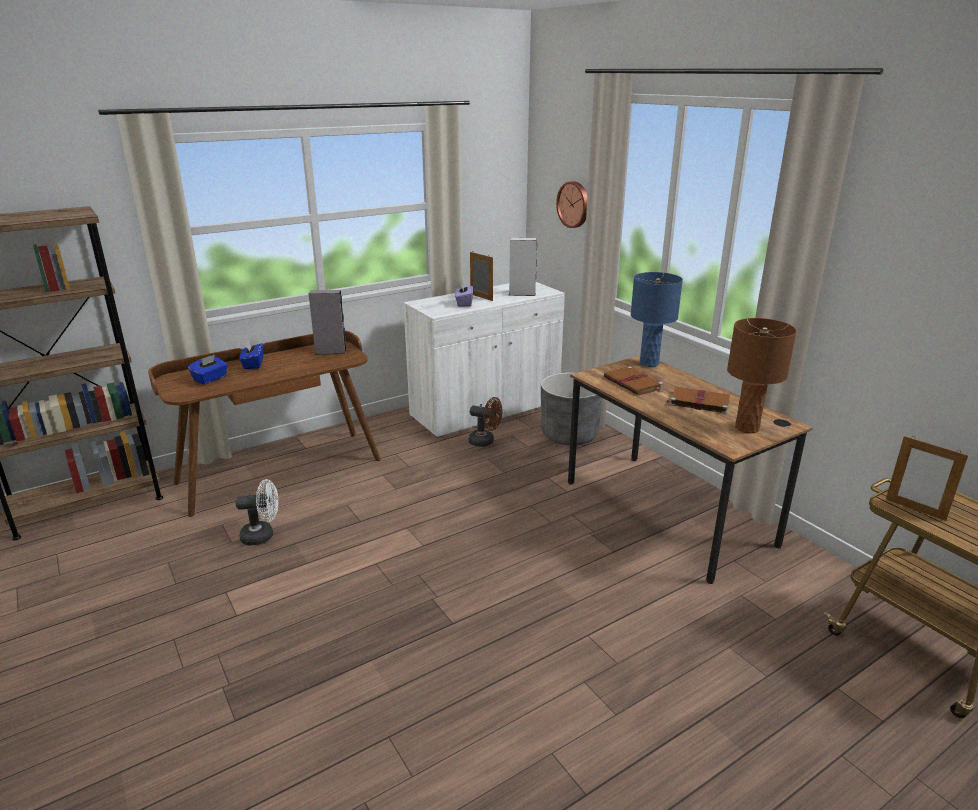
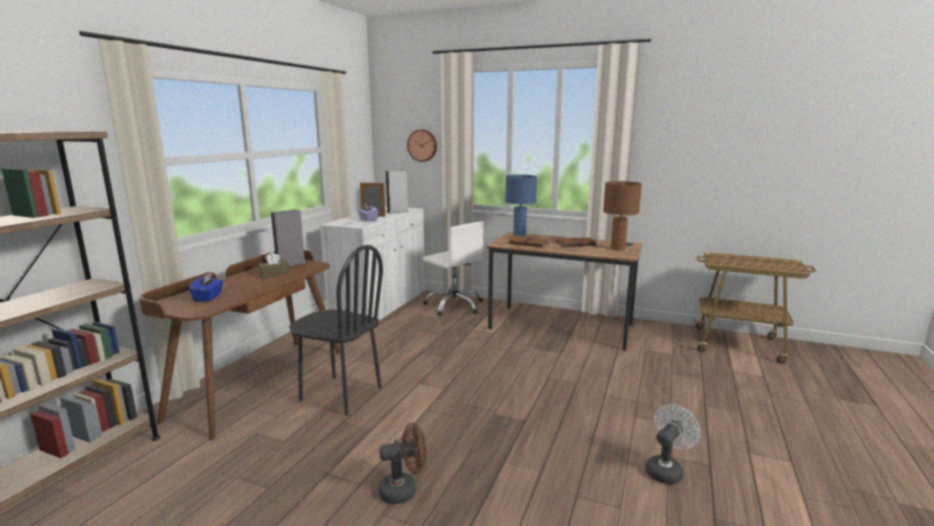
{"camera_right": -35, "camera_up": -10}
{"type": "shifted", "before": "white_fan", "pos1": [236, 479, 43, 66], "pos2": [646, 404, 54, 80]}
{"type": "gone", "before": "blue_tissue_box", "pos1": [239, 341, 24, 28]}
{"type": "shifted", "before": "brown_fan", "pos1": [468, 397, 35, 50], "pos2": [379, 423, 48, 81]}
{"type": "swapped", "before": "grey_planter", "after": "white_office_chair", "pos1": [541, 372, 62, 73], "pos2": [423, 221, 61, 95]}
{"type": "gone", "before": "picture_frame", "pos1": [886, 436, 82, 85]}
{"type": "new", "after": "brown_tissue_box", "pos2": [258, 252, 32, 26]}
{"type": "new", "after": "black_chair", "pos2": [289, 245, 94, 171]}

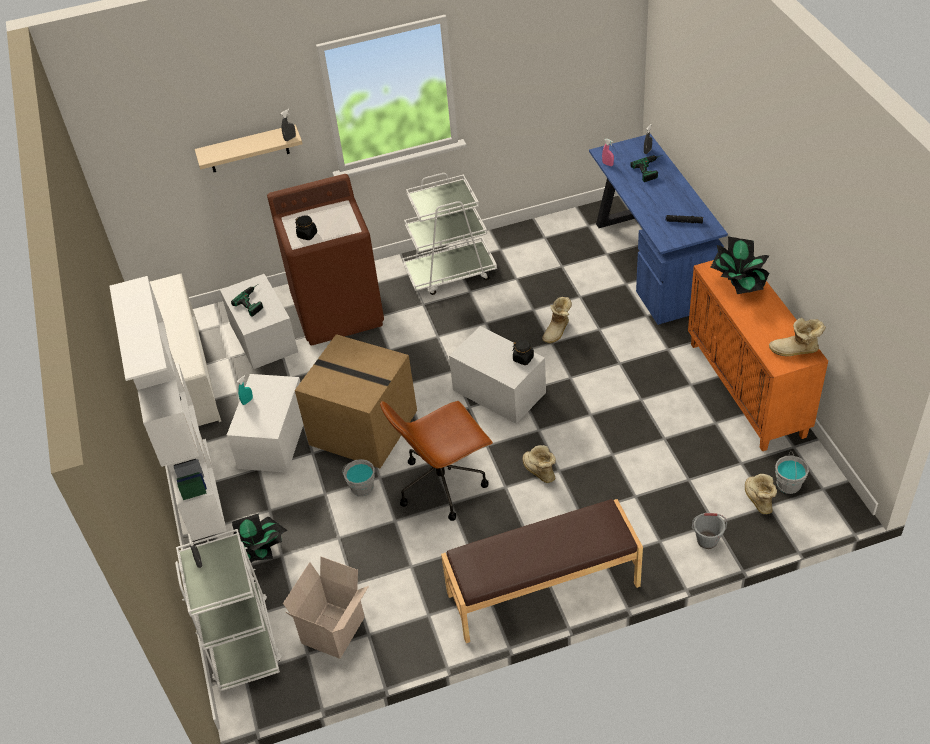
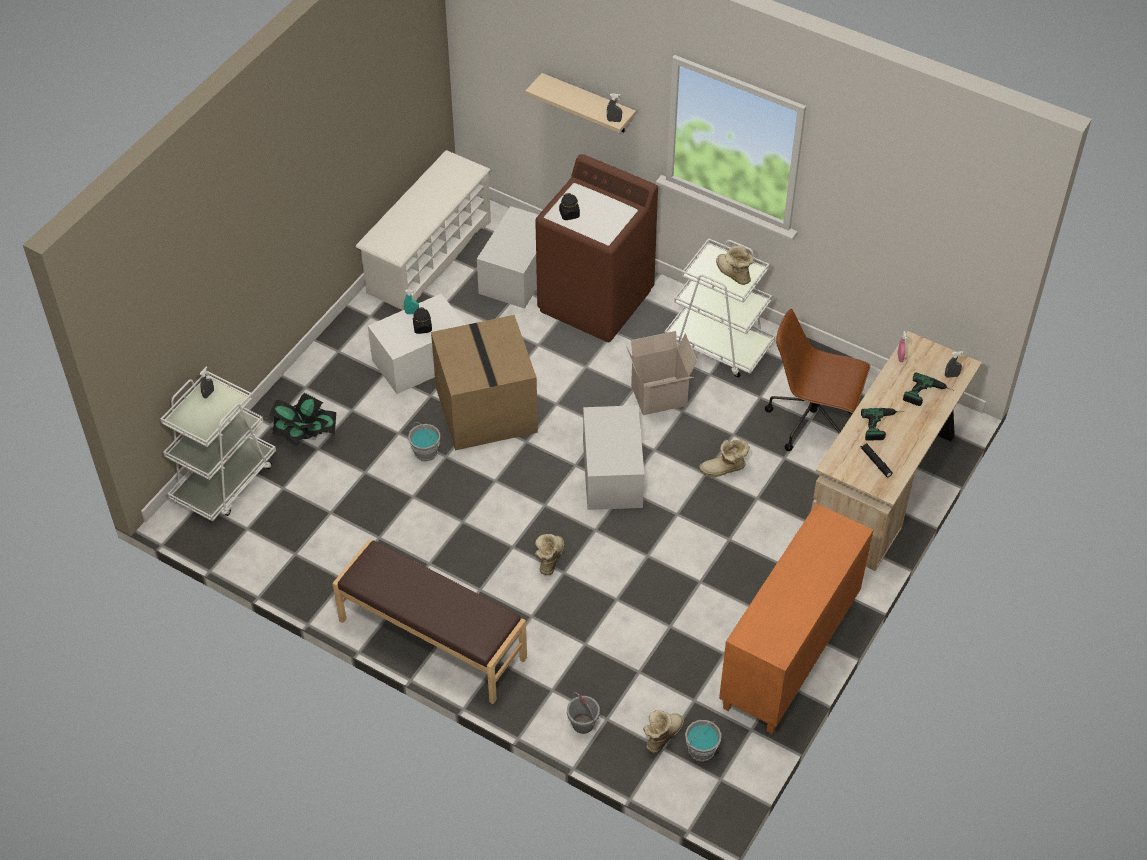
{"camera_right": 45, "camera_up": 5}
{"type": "gone", "before": "white_bookcase", "pos1": [109, 276, 118, 265]}
{"type": "shifted", "before": "power_drill", "pos1": [231, 284, 32, 33], "pos2": [861, 408, 44, 33]}
{"type": "shifted", "before": "cardboard_box", "pos1": [283, 557, 86, 102], "pos2": [626, 331, 71, 84]}
{"type": "shifted", "before": "brown_office_chair", "pos1": [380, 401, 113, 120], "pos2": [765, 309, 105, 142]}
{"type": "shifted", "before": "black_jar", "pos1": [513, 340, 21, 25], "pos2": [413, 307, 19, 27]}
{"type": "repainted", "before": "blue_desk", "after": "beige_desk", "pos1": [589, 134, 139, 191], "pos2": [811, 331, 171, 240]}
{"type": "gone", "before": "potted_plant", "pos1": [710, 237, 59, 57]}
{"type": "shifted", "before": "boot", "pos1": [769, 318, 57, 38], "pos2": [716, 246, 38, 39]}

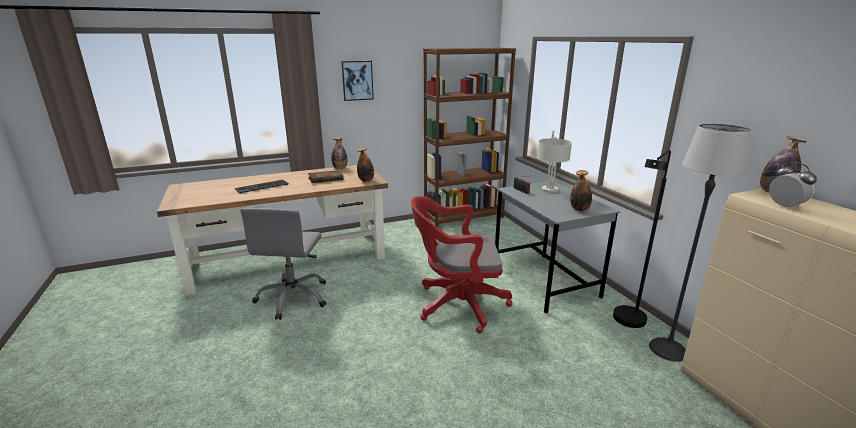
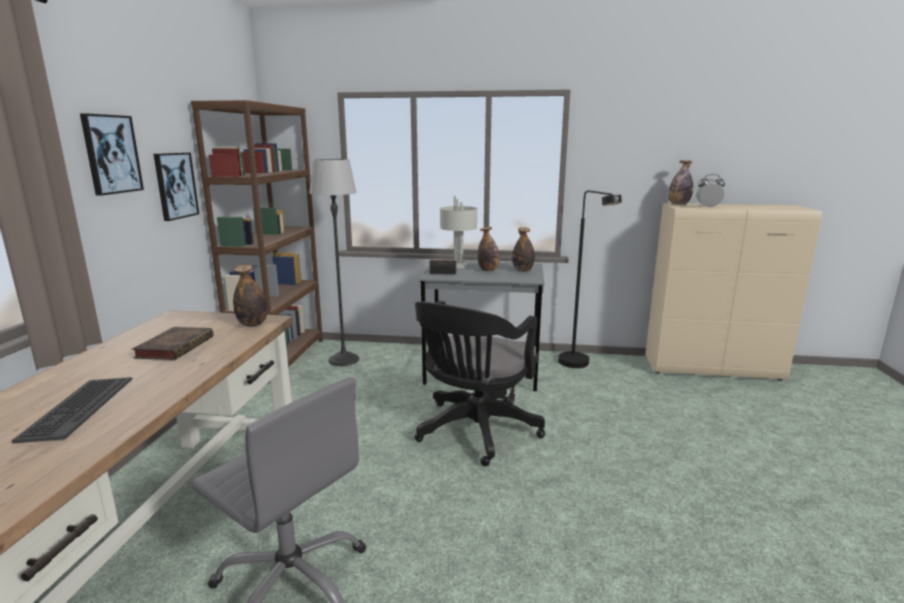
{"camera_right": -60, "camera_up": -5}
{"type": "shifted", "before": "bottle", "pos1": [331, 138, 16, 31], "pos2": [478, 227, 22, 44]}
{"type": "repainted", "before": "red_office_chair", "after": "black_office_chair", "pos1": [411, 196, 102, 137], "pos2": [415, 301, 130, 166]}
{"type": "shifted", "before": "floor_lamp", "pos1": [649, 124, 104, 238], "pos2": [309, 159, 50, 207]}
{"type": "new", "after": "picture", "pos2": [153, 152, 46, 69]}

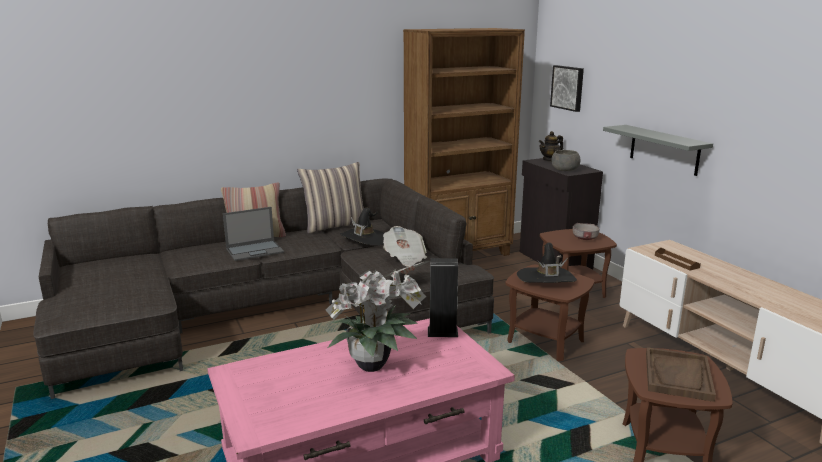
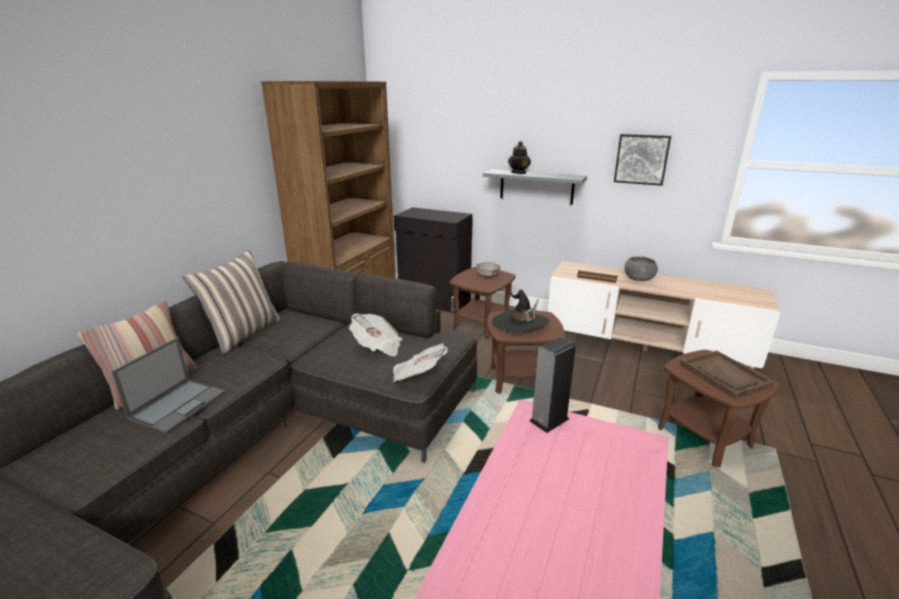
{"camera_right": -40, "camera_up": 5}
{"type": "gone", "before": "potted_plant", "pos1": [326, 269, 100, 103]}
{"type": "gone", "before": "black_hat", "pos1": [340, 207, 44, 39]}
{"type": "shifted", "before": "teapot", "pos1": [539, 131, 24, 31], "pos2": [508, 141, 23, 33]}
{"type": "shifted", "before": "picture", "pos1": [550, 65, 34, 47], "pos2": [614, 134, 57, 52]}
{"type": "shifted", "before": "grey_bowl", "pos1": [551, 150, 30, 21], "pos2": [625, 256, 33, 25]}

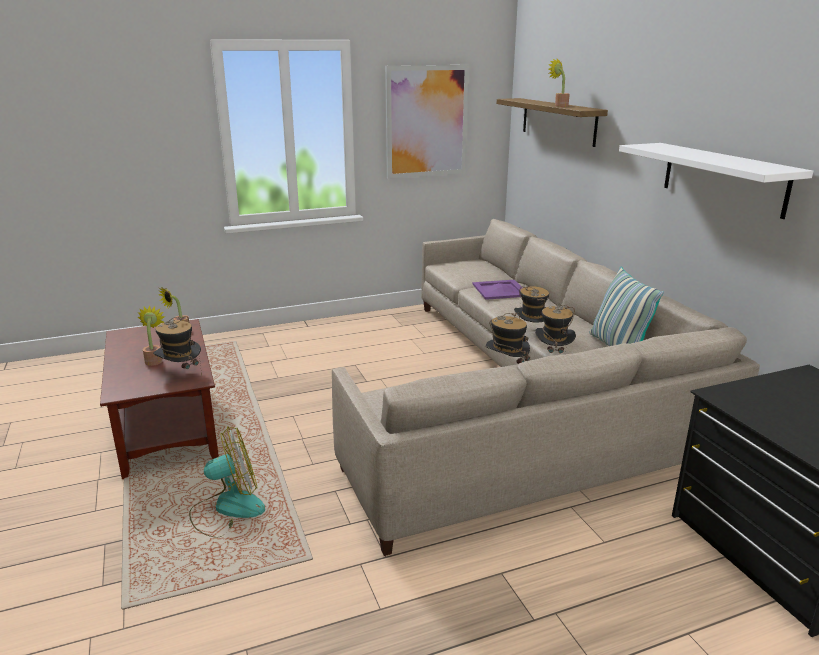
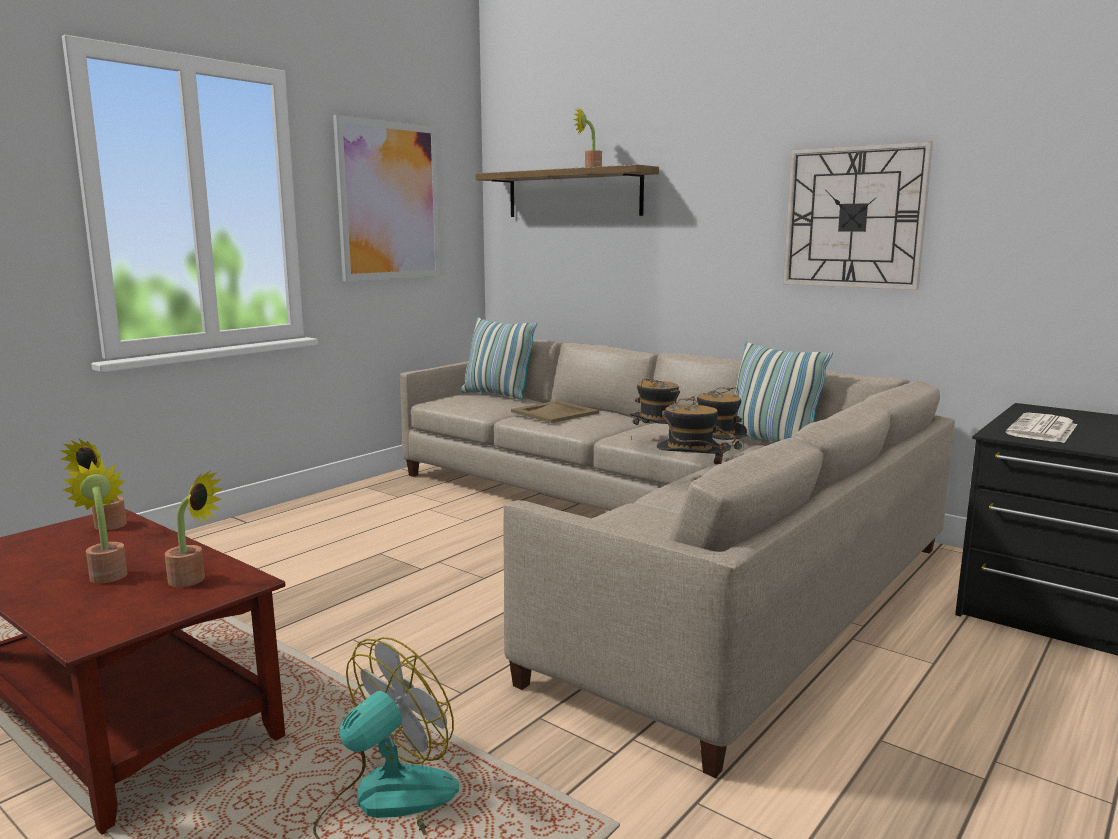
{"camera_right": -30, "camera_up": -10}
{"type": "swapped", "before": "hat", "after": "potted_plant", "pos1": [153, 316, 49, 60], "pos2": [165, 471, 58, 116]}
{"type": "repainted", "before": "purple_tray", "after": "beige_tray", "pos1": [473, 280, 50, 20], "pos2": [511, 401, 88, 22]}
{"type": "swapped", "before": "white_shelf", "after": "wall_clock", "pos1": [619, 143, 194, 76], "pos2": [783, 141, 150, 149]}
{"type": "new", "after": "pillow", "pos2": [461, 317, 76, 83]}
{"type": "new", "after": "newspaper", "pos2": [1006, 413, 71, 30]}

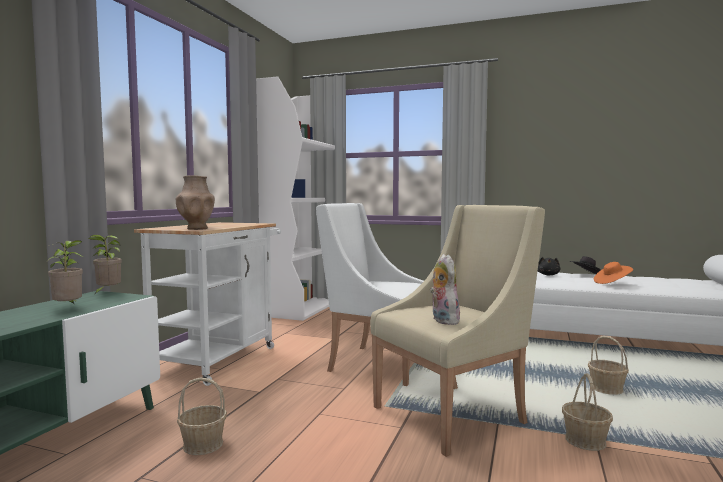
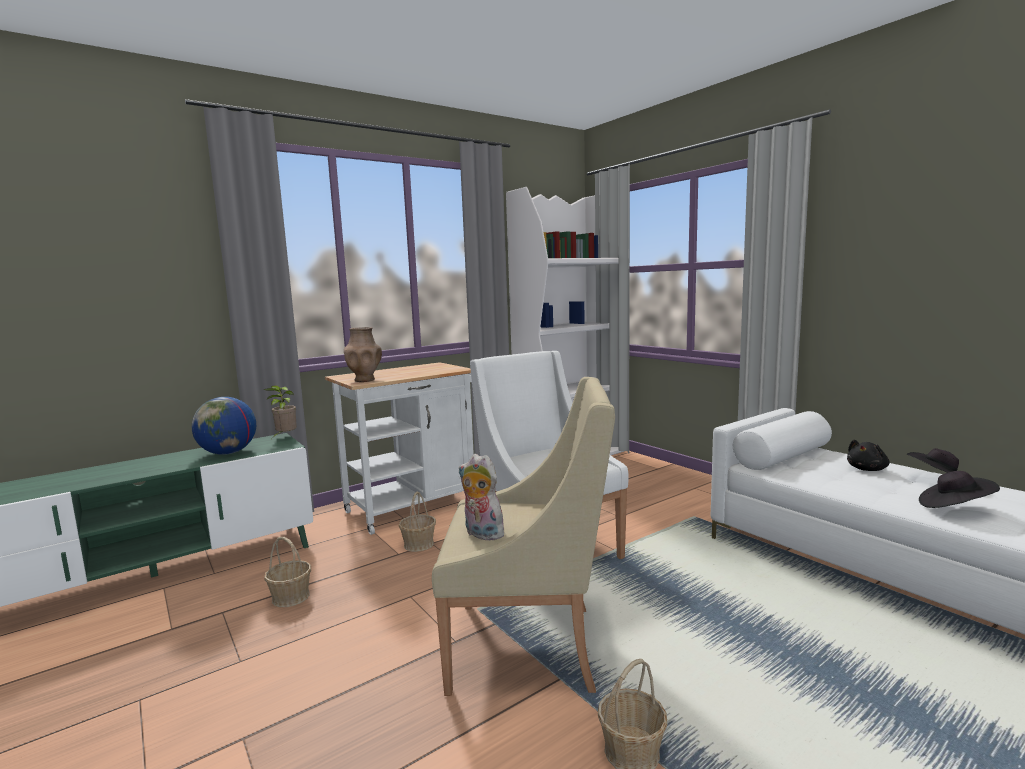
{"camera_right": 35, "camera_up": 5}
{"type": "swapped", "before": "potted_plant", "after": "globe", "pos1": [46, 240, 37, 64], "pos2": [192, 397, 64, 58]}
{"type": "rotated", "before": "plush_toy", "pos1": [430, 254, 30, 71], "pos2": [459, 454, 47, 86], "turn": -75}
{"type": "shifted", "before": "basket", "pos1": [588, 336, 41, 59], "pos2": [399, 492, 37, 60]}
{"type": "repainted", "before": "orange_hat", "after": "black_hat", "pos1": [594, 262, 39, 22], "pos2": [919, 471, 81, 37]}

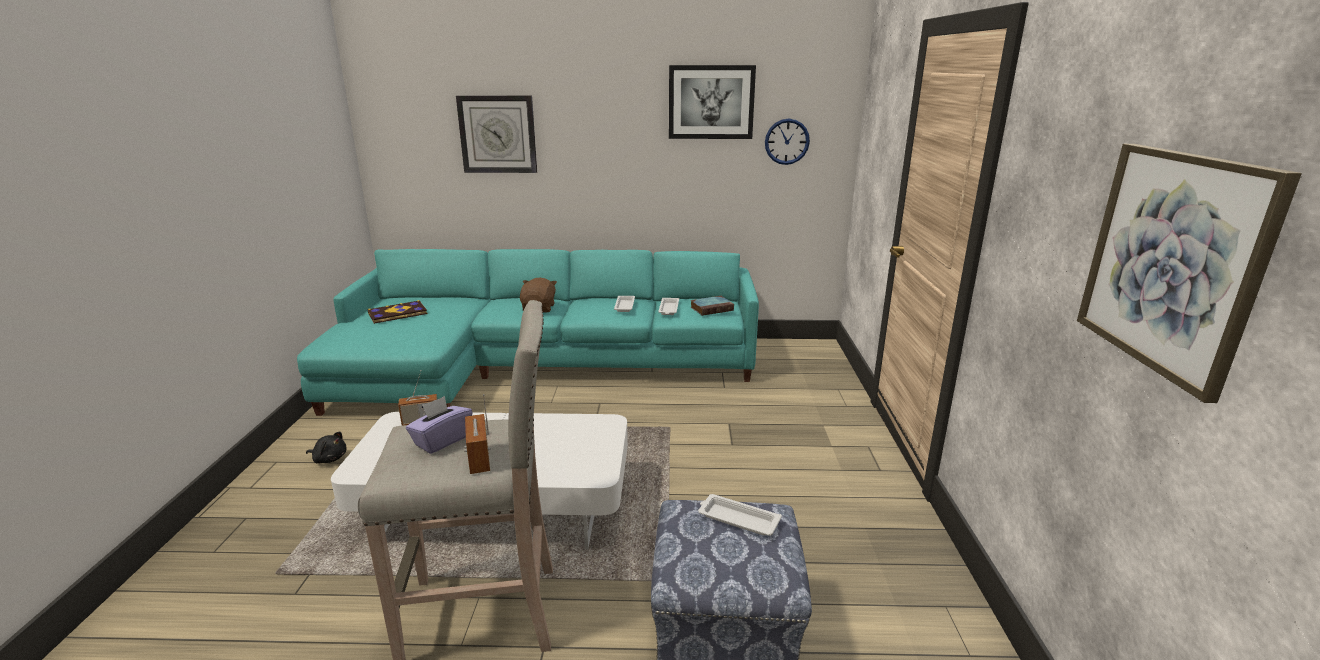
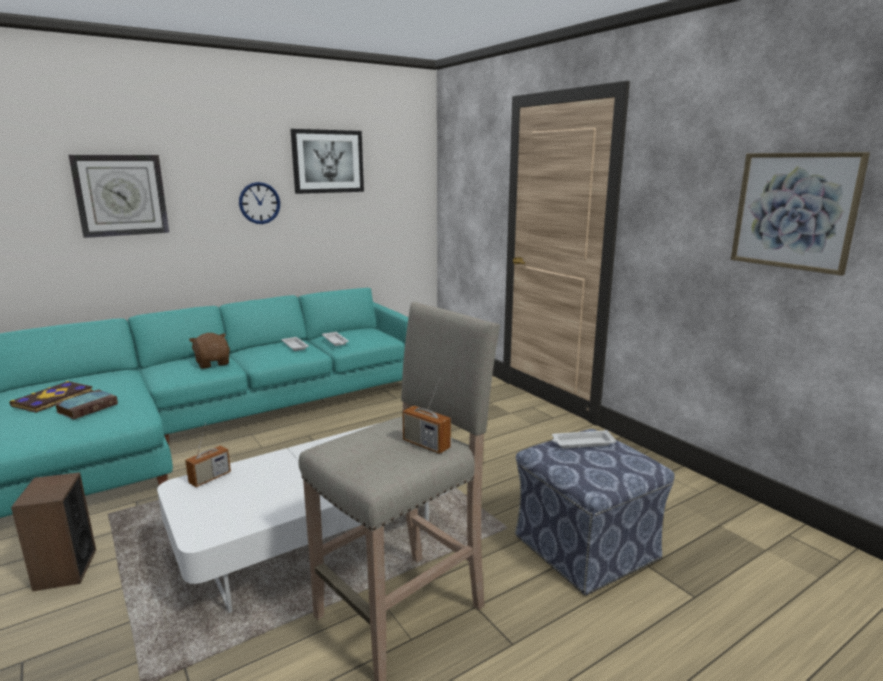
{"camera_right": -35, "camera_up": -5}
{"type": "swapped", "before": "black_plush_toy", "after": "speaker", "pos1": [306, 431, 40, 32], "pos2": [11, 472, 85, 119]}
{"type": "gone", "before": "purple_tissue_box", "pos1": [406, 396, 66, 58]}
{"type": "shifted", "before": "book", "pos1": [691, 296, 43, 20], "pos2": [55, 389, 63, 31]}
{"type": "shifted", "before": "wall_clock", "pos1": [765, 119, 45, 46], "pos2": [239, 182, 41, 42]}

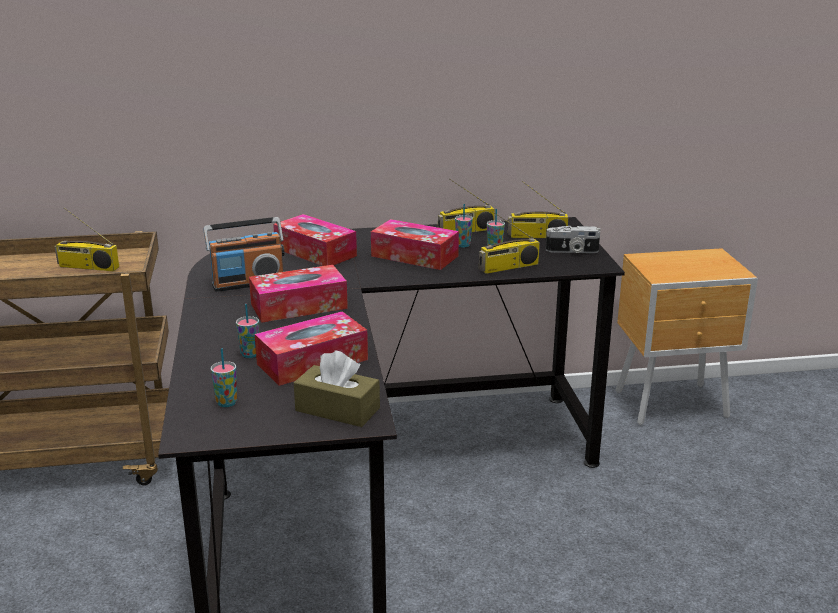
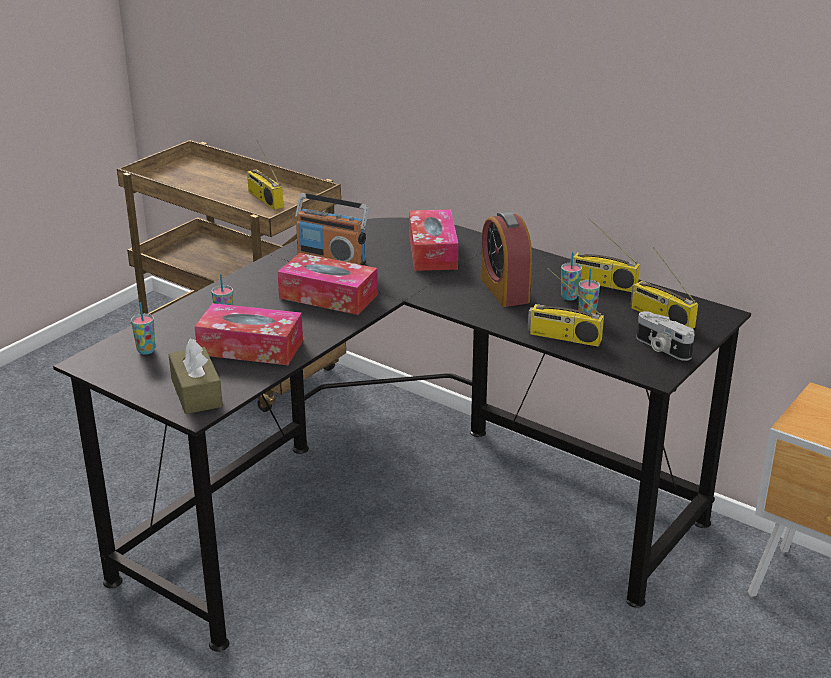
{"camera_right": 45, "camera_up": 5}
{"type": "swapped", "before": "tissue_box", "after": "alarm_clock", "pos1": [371, 219, 88, 51], "pos2": [481, 211, 51, 96]}

